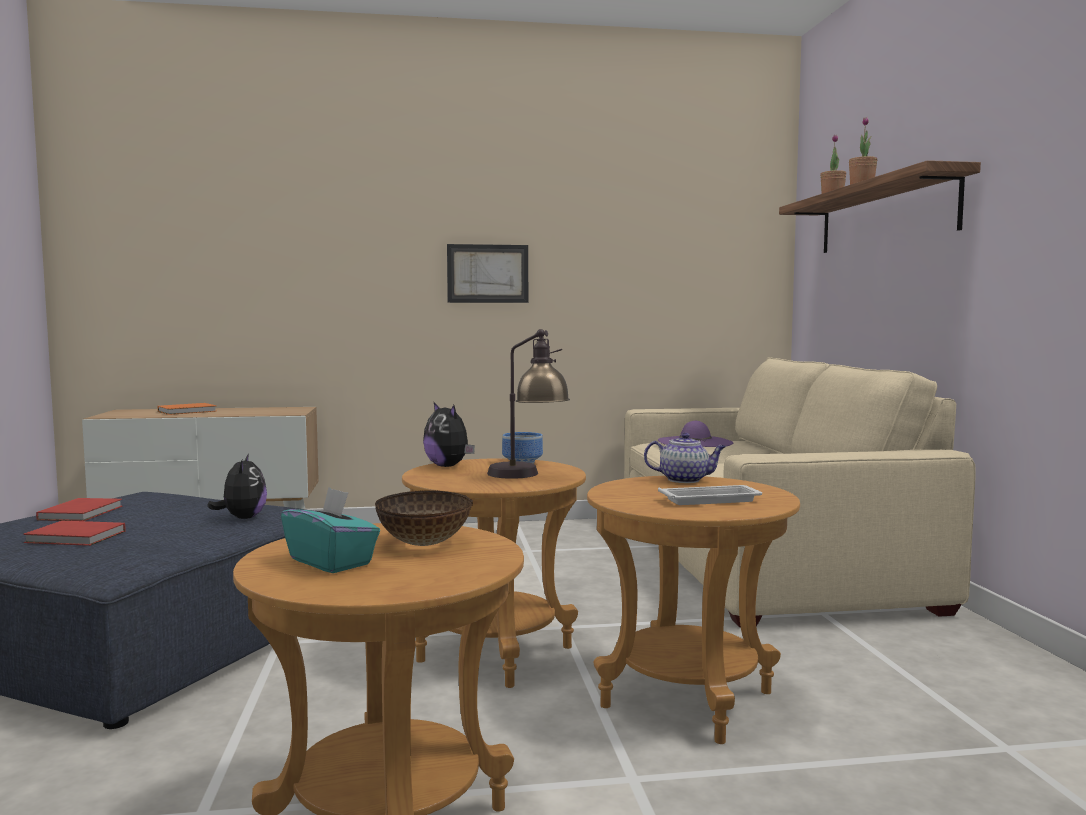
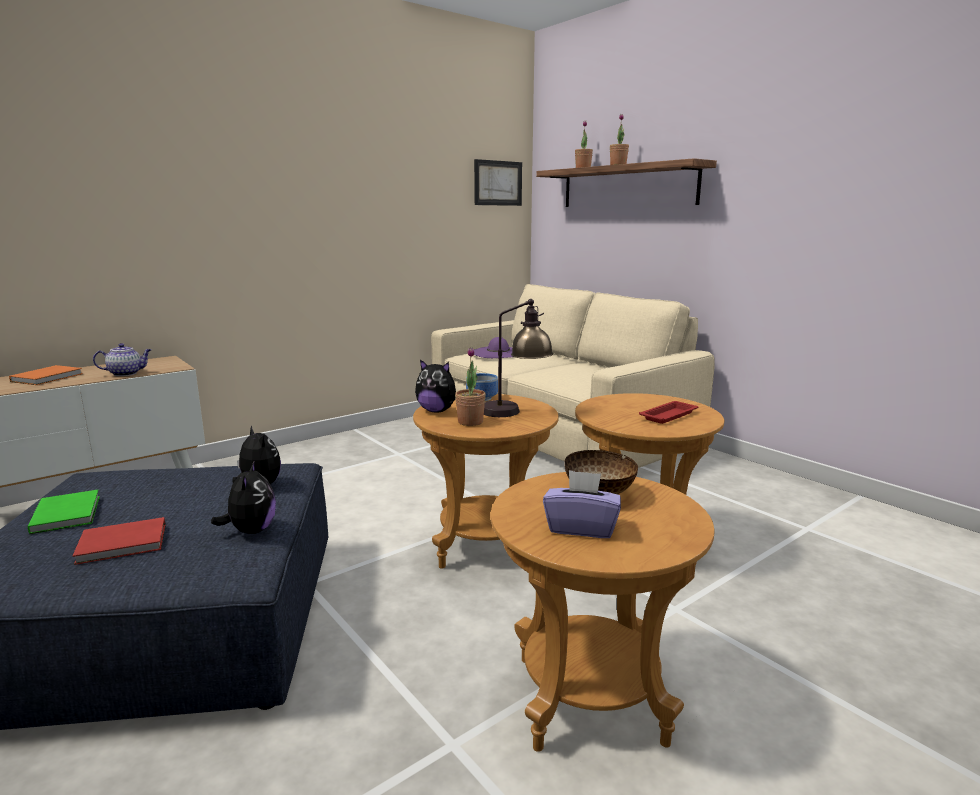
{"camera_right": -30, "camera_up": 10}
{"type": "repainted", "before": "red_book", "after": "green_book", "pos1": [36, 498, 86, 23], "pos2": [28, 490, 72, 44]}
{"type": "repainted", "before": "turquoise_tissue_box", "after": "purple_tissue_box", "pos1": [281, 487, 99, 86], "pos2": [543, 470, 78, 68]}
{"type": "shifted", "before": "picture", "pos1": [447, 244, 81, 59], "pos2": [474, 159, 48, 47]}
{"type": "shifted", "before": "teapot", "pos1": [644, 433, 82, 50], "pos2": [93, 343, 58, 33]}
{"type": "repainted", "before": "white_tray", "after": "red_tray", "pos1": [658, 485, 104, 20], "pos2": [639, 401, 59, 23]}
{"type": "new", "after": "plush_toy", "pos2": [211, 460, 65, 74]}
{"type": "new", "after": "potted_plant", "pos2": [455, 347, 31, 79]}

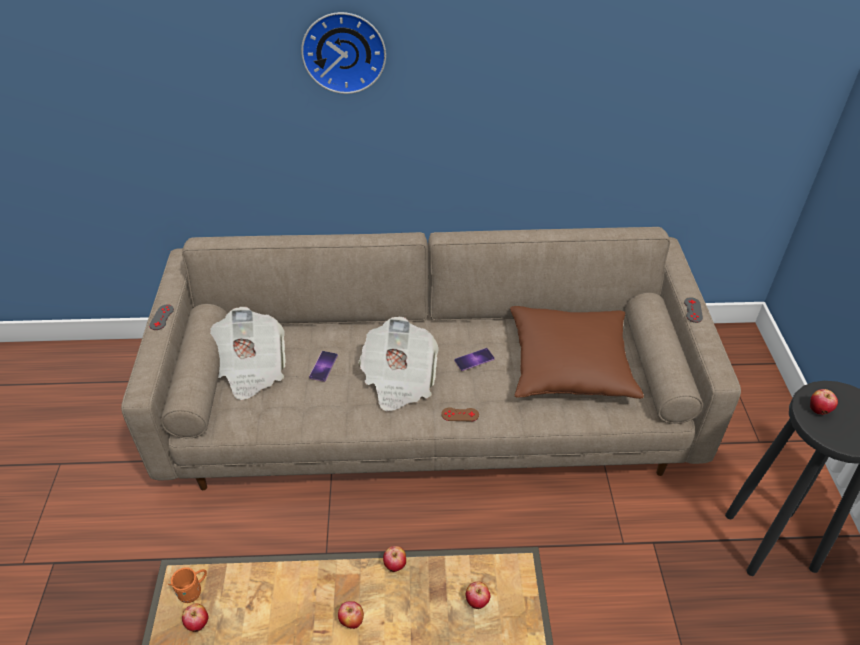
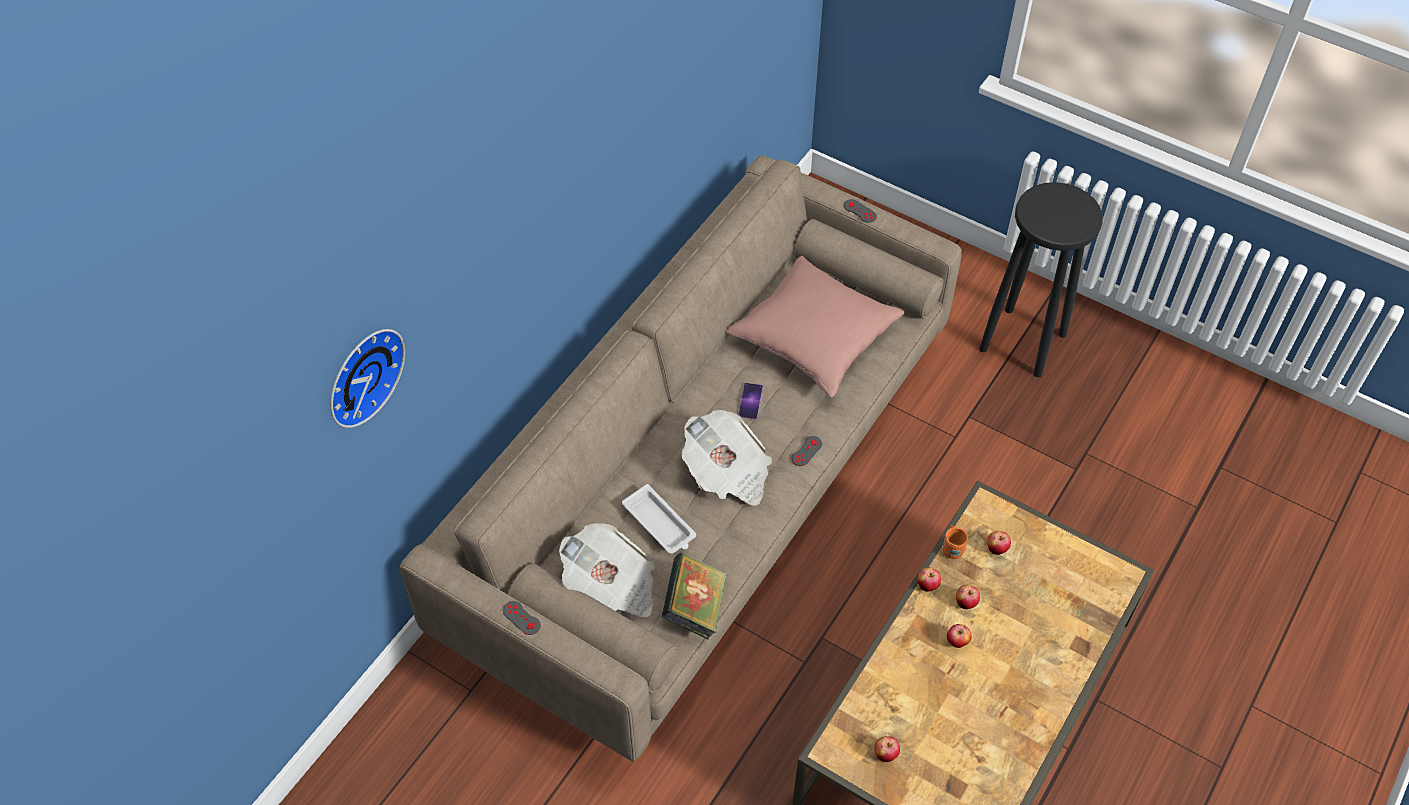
{"camera_right": -55, "camera_up": 10}
{"type": "shifted", "before": "orange_mug", "pos1": [168, 567, 39, 36], "pos2": [943, 525, 25, 34]}
{"type": "shifted", "before": "wall_clock", "pos1": [301, 12, 85, 82], "pos2": [330, 329, 75, 99]}
{"type": "swapped", "before": "phone", "after": "white_tray", "pos1": [309, 351, 29, 31], "pos2": [622, 484, 74, 70]}
{"type": "repainted", "before": "brown_game_controller", "after": "grey_game_controller", "pos1": [441, 407, 38, 15], "pos2": [792, 436, 30, 30]}
{"type": "repainted", "before": "brown_pillow", "after": "pink_pillow", "pos1": [510, 306, 134, 93], "pos2": [726, 256, 178, 141]}
{"type": "shifted", "before": "apple", "pos1": [810, 389, 28, 26], "pos2": [956, 585, 24, 24]}
{"type": "new", "after": "book", "pos2": [662, 552, 64, 88]}

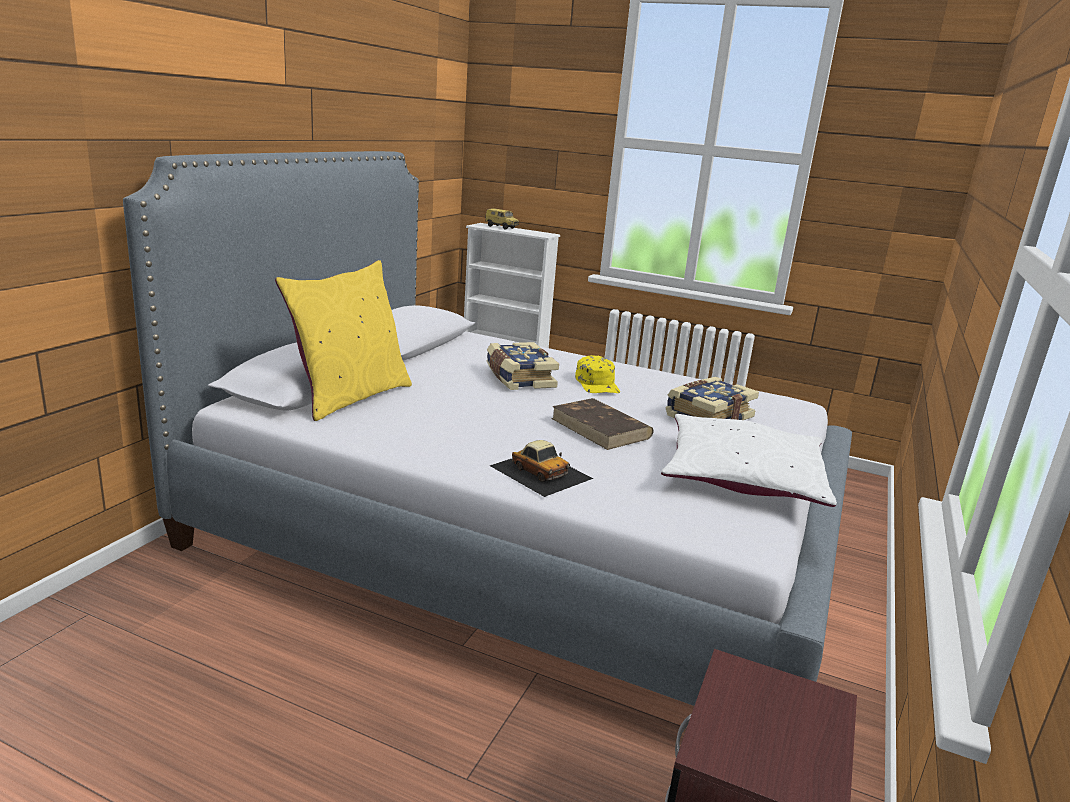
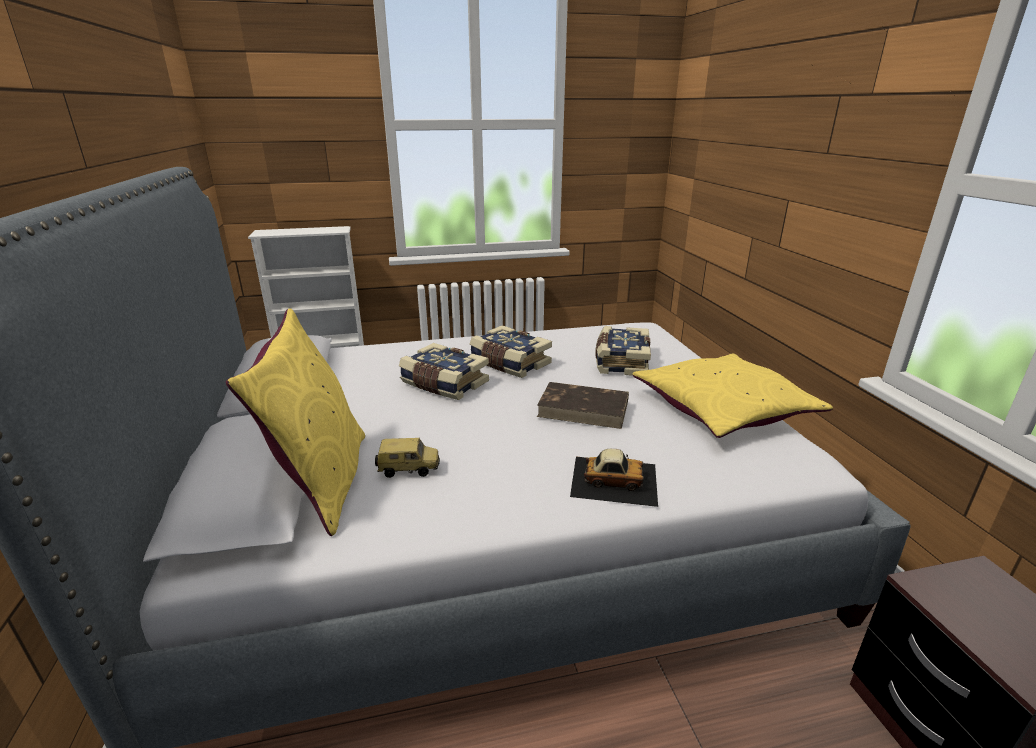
{"camera_right": -35, "camera_up": 5}
{"type": "shifted", "before": "toy_car", "pos1": [485, 208, 34, 22], "pos2": [375, 438, 65, 40]}
{"type": "swapped", "before": "yellow_cap", "after": "book", "pos1": [575, 355, 45, 38], "pos2": [470, 325, 82, 53]}
{"type": "repainted", "before": "white_pillow", "after": "yellow_pillow", "pos1": [661, 414, 176, 93], "pos2": [632, 353, 201, 85]}

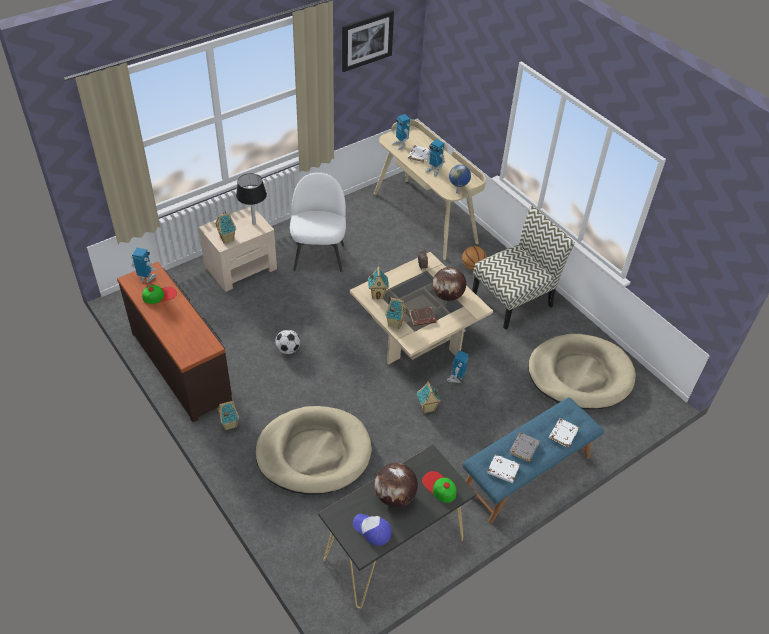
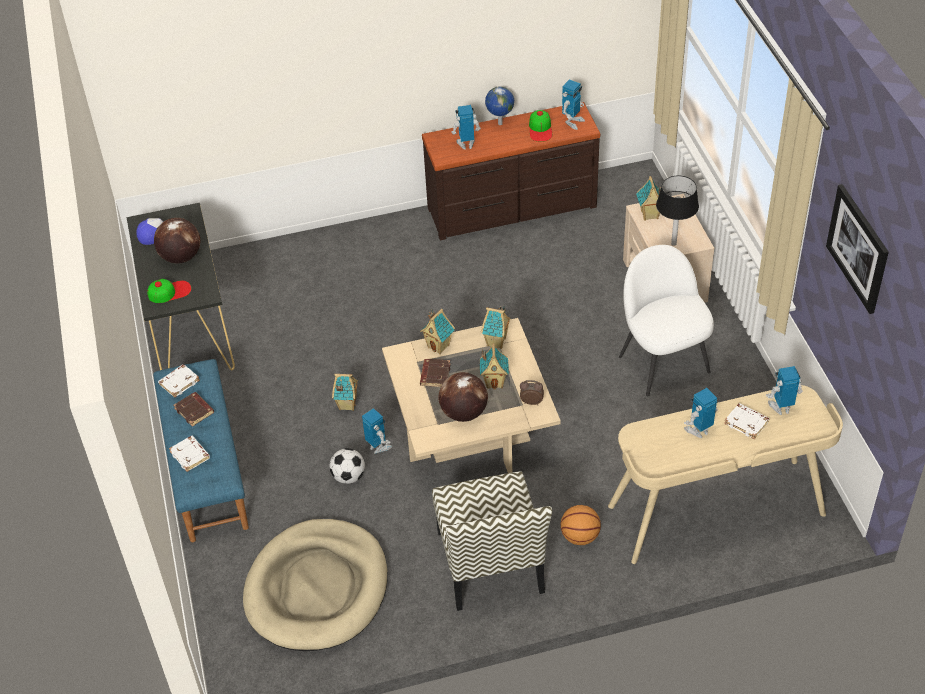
{"camera_right": 115, "camera_up": 0}
{"type": "shifted", "before": "toy_house", "pos1": [217, 401, 22, 29], "pos2": [480, 343, 29, 46]}
{"type": "gone", "before": "beige_dog_bed", "pos1": [255, 406, 117, 89]}
{"type": "shifted", "before": "football", "pos1": [275, 329, 25, 25], "pos2": [329, 448, 36, 36]}
{"type": "rotated", "before": "white_chair", "pos1": [290, 172, 56, 100], "pos2": [619, 245, 95, 151], "turn": -135}
{"type": "shifted", "before": "globe", "pos1": [449, 165, 22, 29], "pos2": [485, 87, 29, 38]}
{"type": "repainted", "before": "grey_book", "after": "brown_book", "pos1": [509, 433, 31, 29], "pos2": [173, 392, 41, 35]}
{"type": "new", "after": "toy_robot", "pos2": [451, 105, 30, 45]}

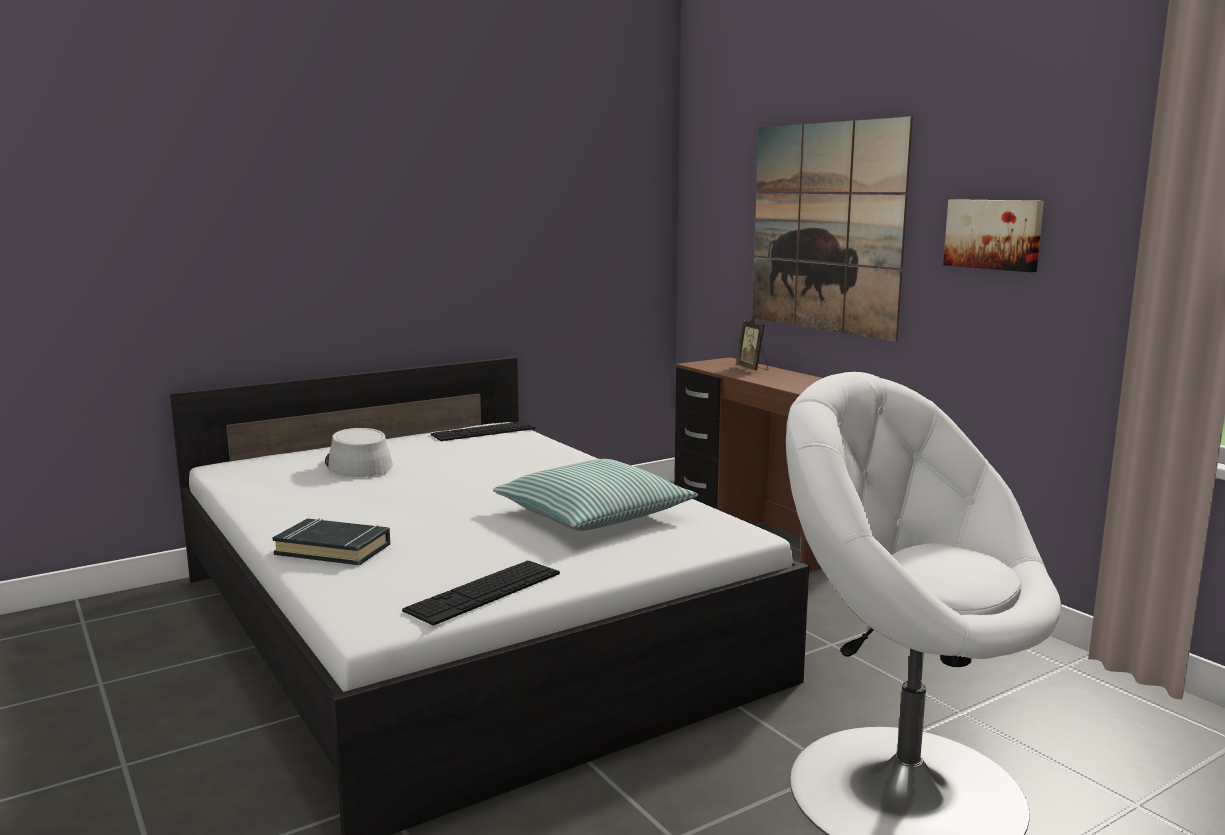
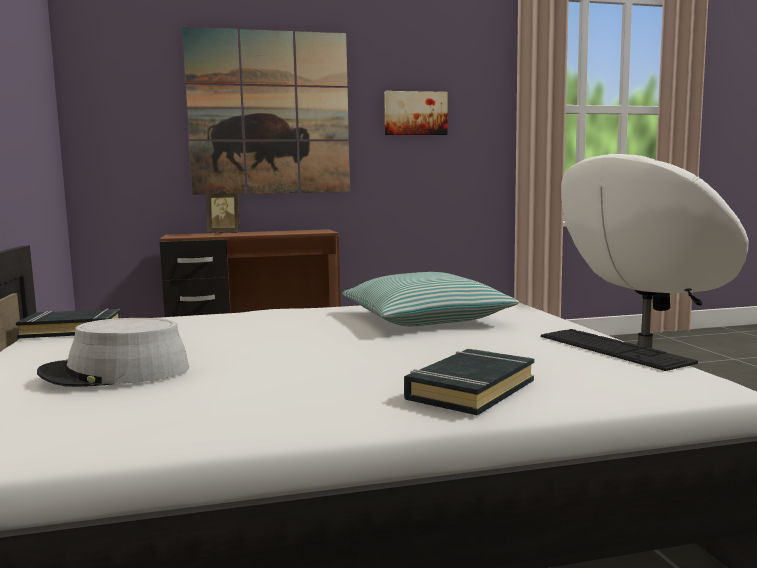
{"camera_right": -70, "camera_up": -5}
{"type": "swapped", "before": "keyboard", "after": "black_book", "pos1": [431, 421, 105, 20], "pos2": [16, 308, 105, 31]}

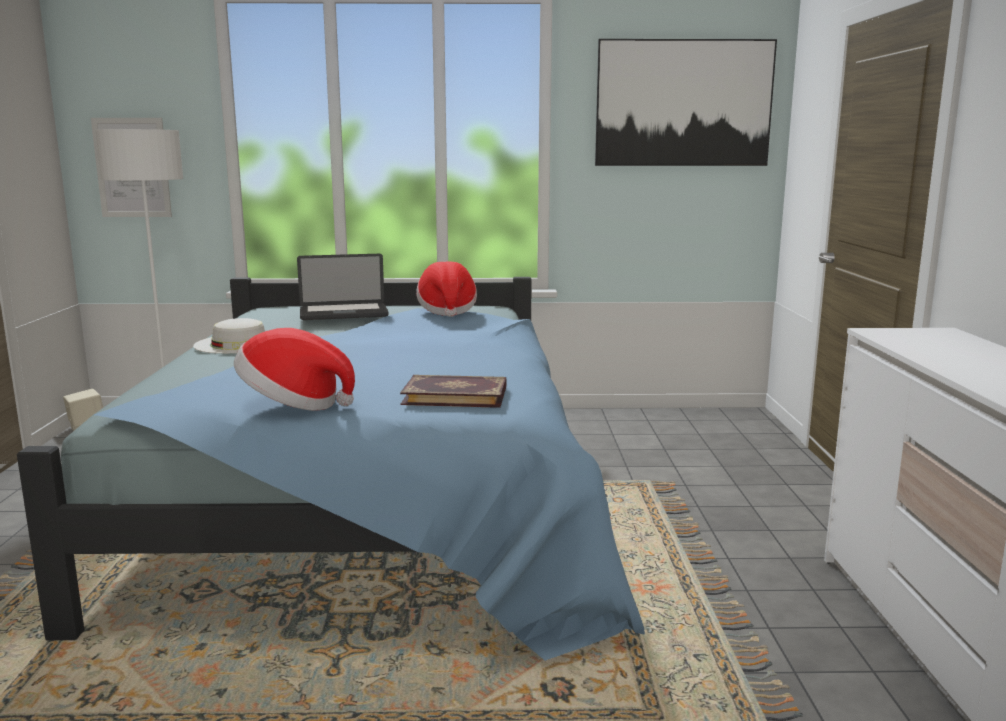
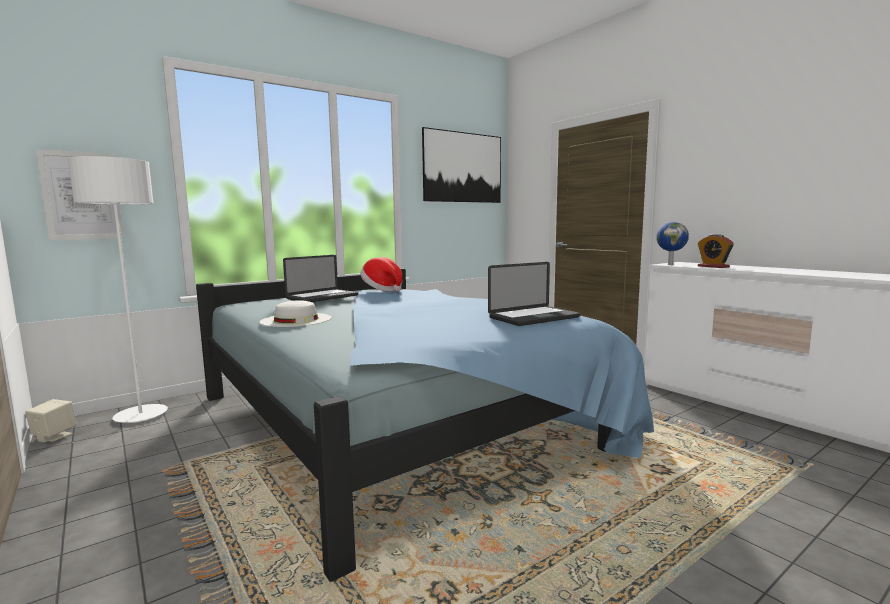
{"camera_right": -35, "camera_up": -5}
{"type": "gone", "before": "hat", "pos1": [234, 328, 121, 83]}
{"type": "swapped", "before": "book", "after": "laptop", "pos1": [400, 375, 106, 33], "pos2": [488, 262, 92, 64]}
{"type": "new", "after": "globe", "pos2": [656, 222, 33, 43]}
{"type": "new", "after": "alarm_clock", "pos2": [698, 234, 36, 34]}

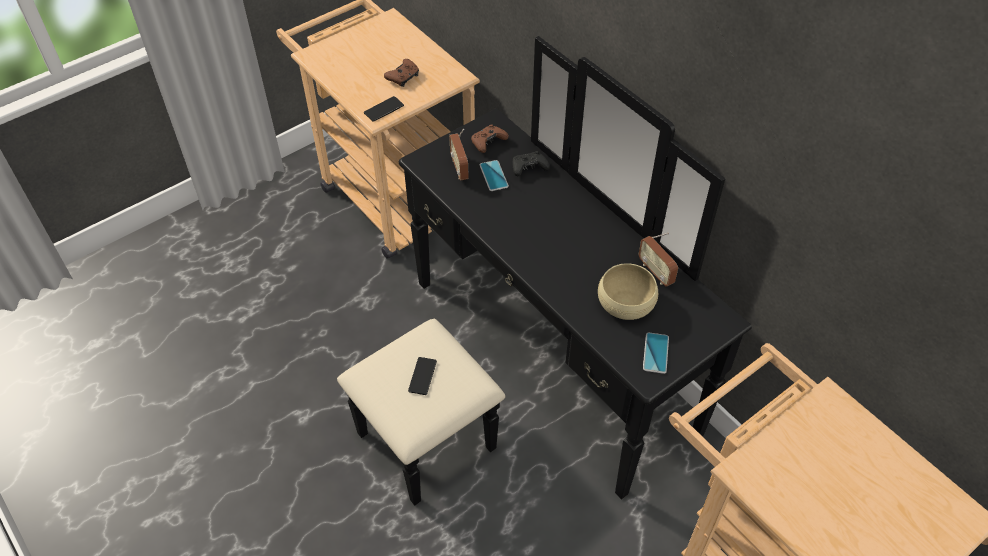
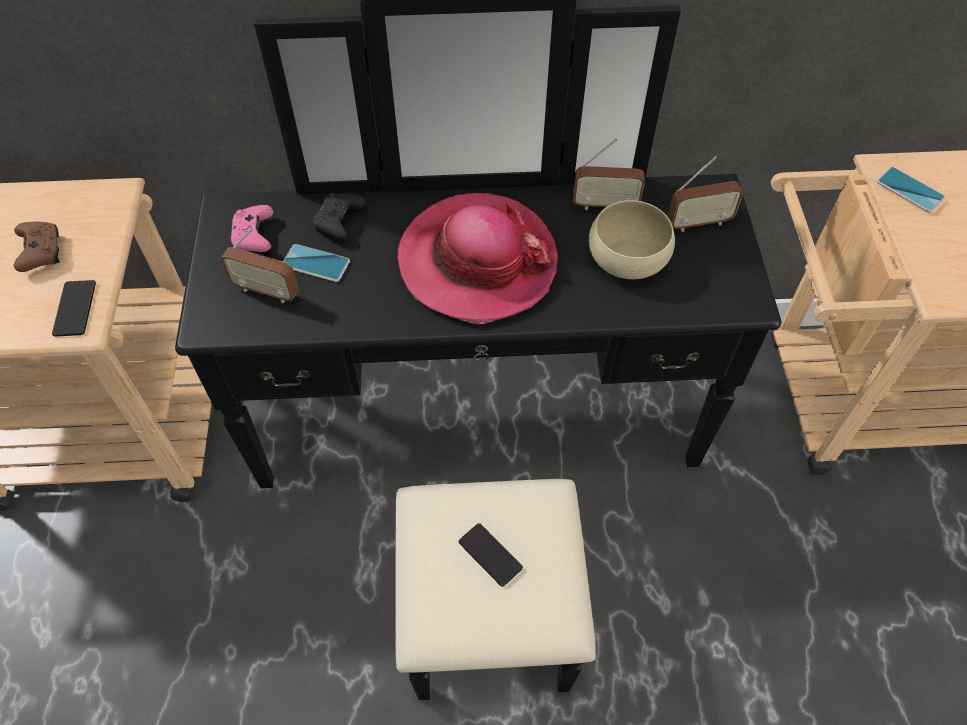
{"camera_right": -55, "camera_up": 5}
{"type": "repainted", "before": "brown_game_controller", "after": "pink_game_controller", "pos1": [471, 124, 37, 29], "pos2": [229, 205, 45, 47]}
{"type": "shifted", "before": "phone", "pos1": [643, 332, 26, 42], "pos2": [877, 167, 68, 46]}
{"type": "new", "after": "hat", "pos2": [398, 193, 160, 131]}
{"type": "new", "after": "radio", "pos2": [668, 156, 75, 76]}

